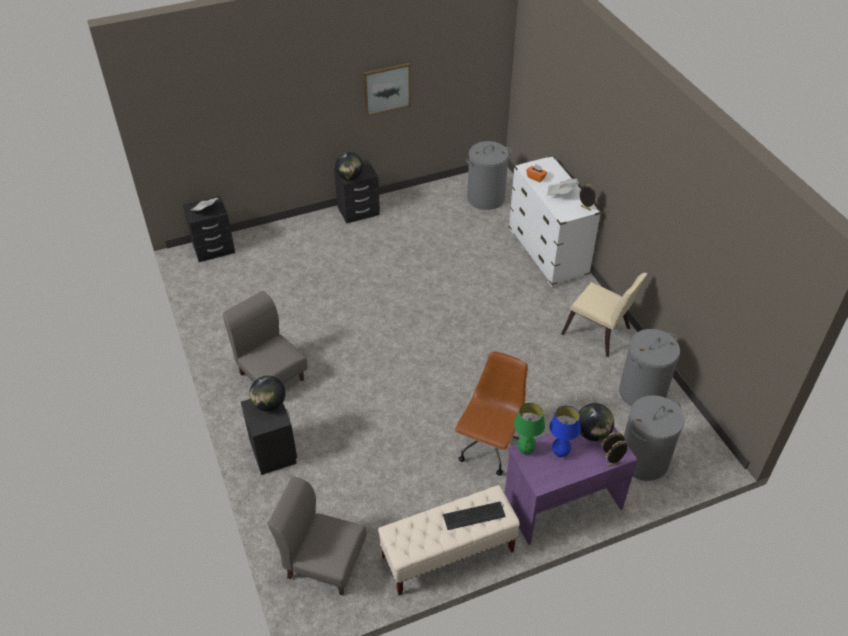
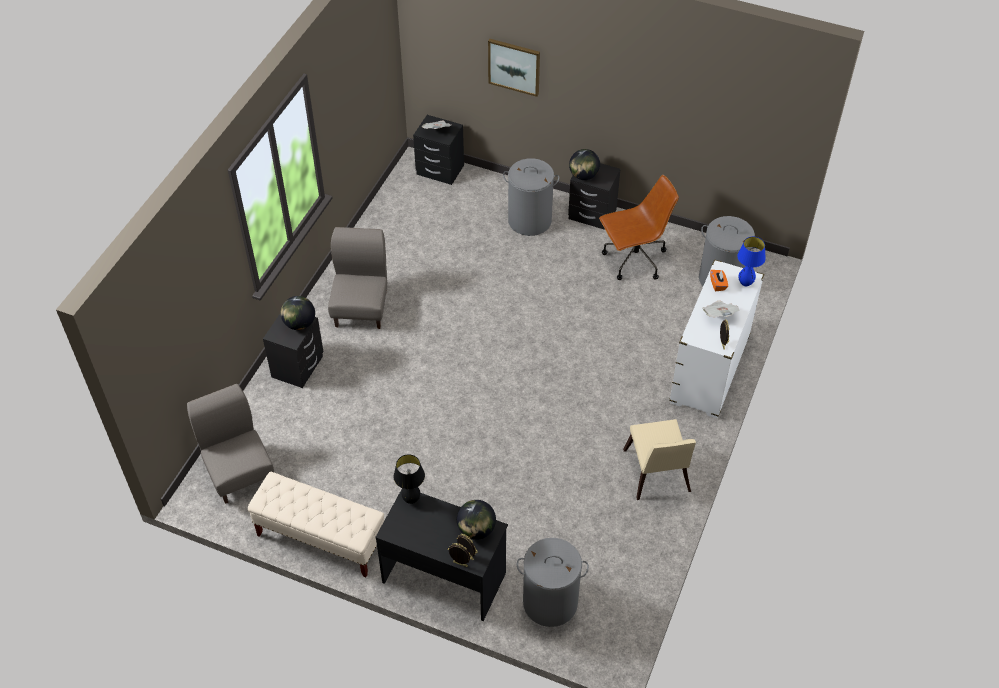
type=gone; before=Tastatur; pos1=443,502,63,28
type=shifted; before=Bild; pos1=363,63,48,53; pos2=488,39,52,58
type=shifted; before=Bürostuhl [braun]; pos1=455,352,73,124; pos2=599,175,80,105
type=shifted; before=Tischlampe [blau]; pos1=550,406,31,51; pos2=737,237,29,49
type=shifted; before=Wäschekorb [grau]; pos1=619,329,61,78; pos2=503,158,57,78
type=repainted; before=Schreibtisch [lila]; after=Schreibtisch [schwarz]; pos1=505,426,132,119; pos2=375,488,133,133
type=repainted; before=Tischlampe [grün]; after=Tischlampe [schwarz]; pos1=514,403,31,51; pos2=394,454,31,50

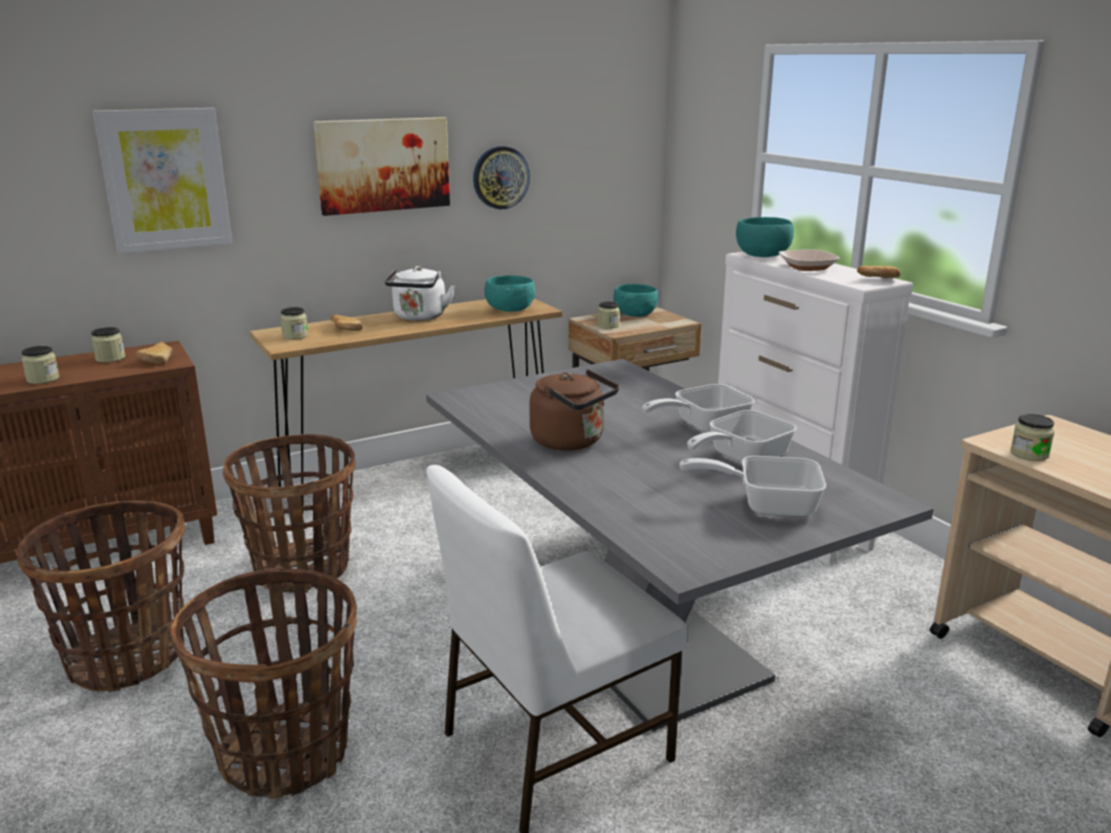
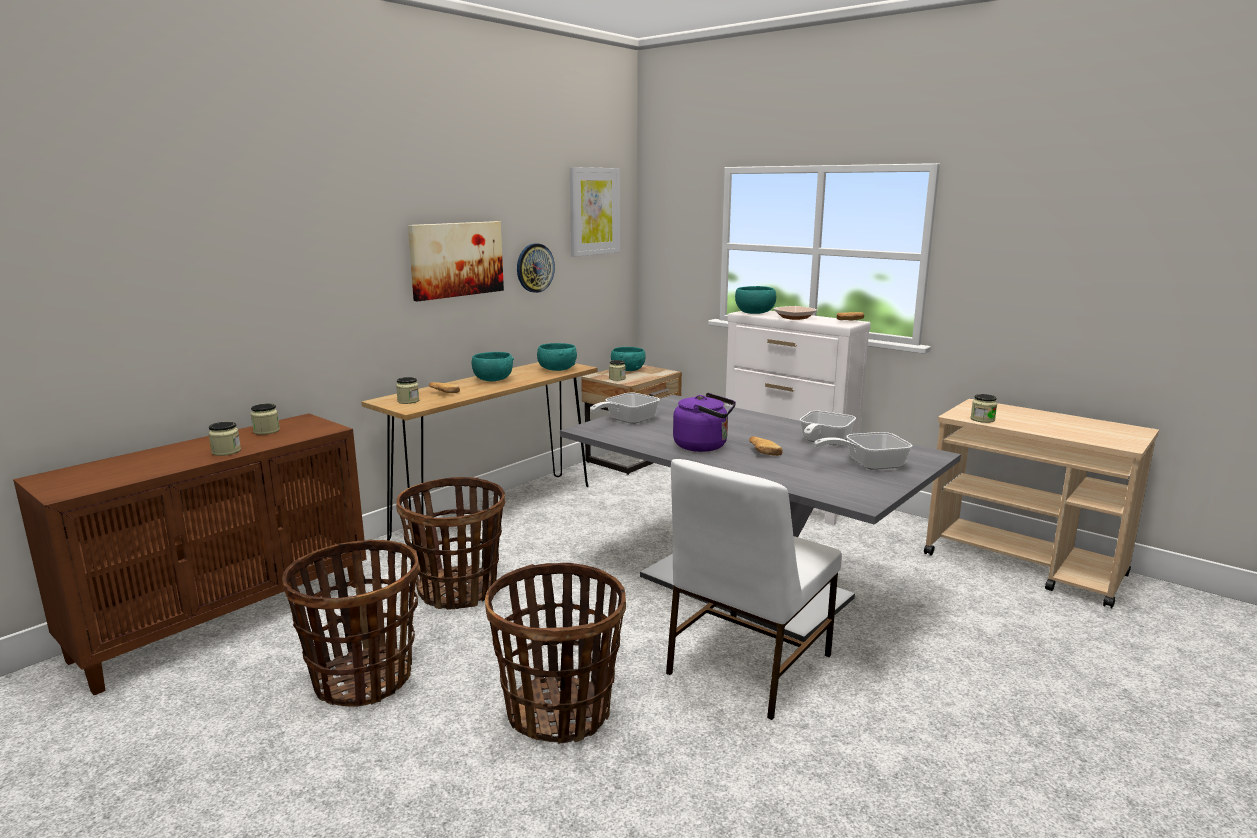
type=shifted; before=Bild; pos1=93,108,139,146; pos2=570,167,50,90
type=shifted; before=Brot; pos1=135,342,38,22; pos2=749,436,34,20
type=shifted; before=Pfanne; pos1=642,384,113,48; pos2=590,392,70,32
type=swapped; before=Wasserkessel [weiß]; after=Schüssel [türkis]; pos1=385,266,70,55; pos2=472,352,42,29
type=repainted; before=Wasserkessel [braun]; after=Wasserkessel [lila]; pos1=529,369,90,82; pos2=673,393,63,59

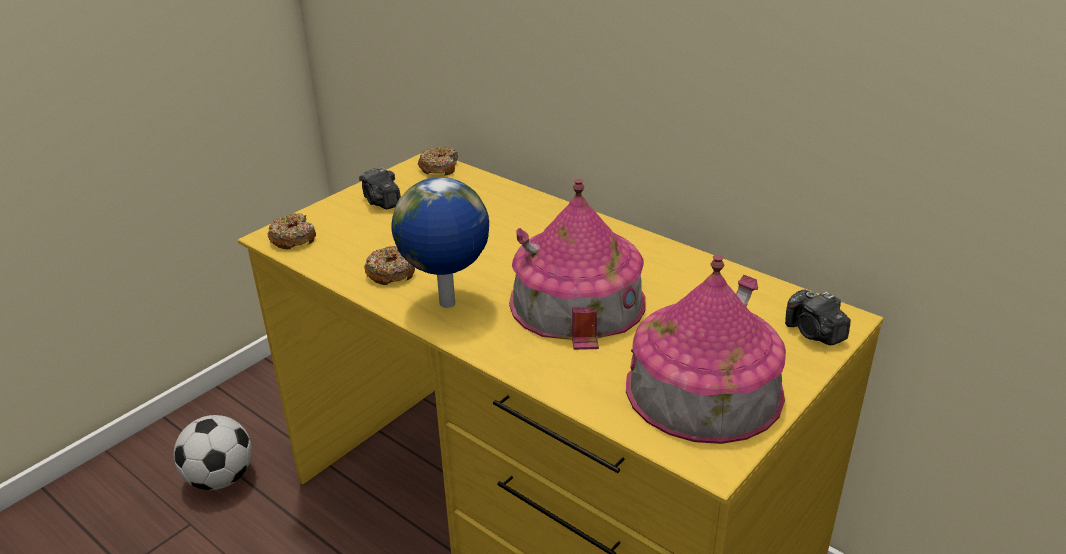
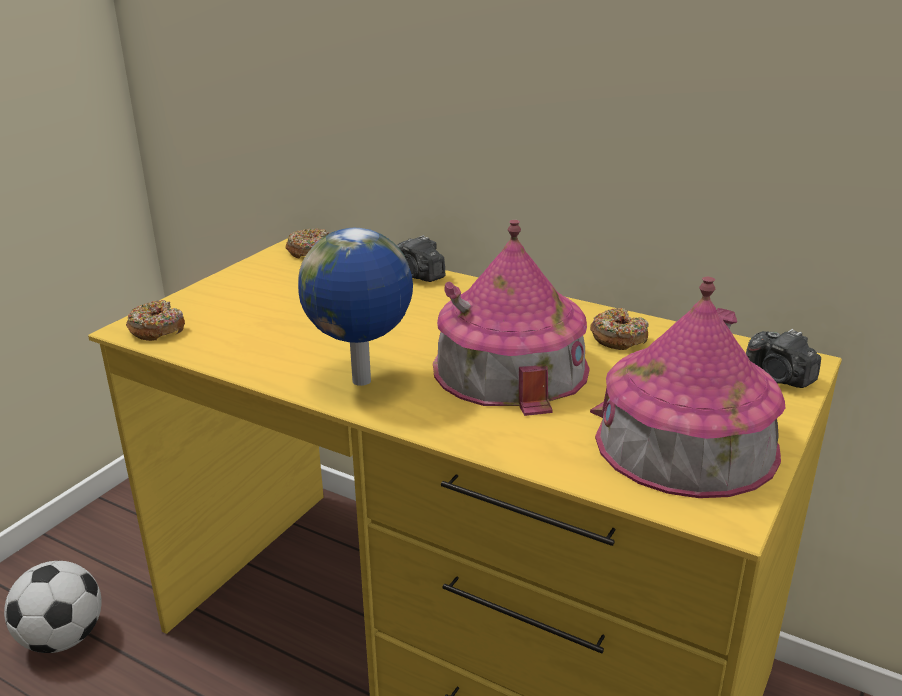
type=shifted; before=Kamera; pos1=359,167,42,42; pos2=397,235,48,47
type=shifted; before=Donut; pos1=364,246,51,39; pos2=590,308,59,42

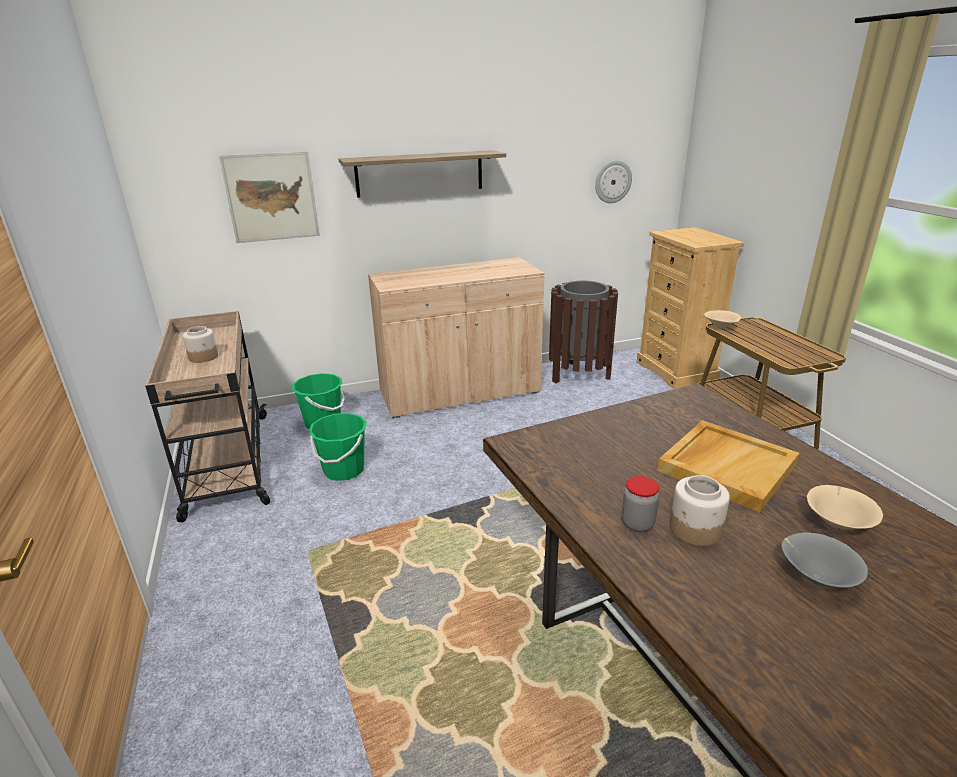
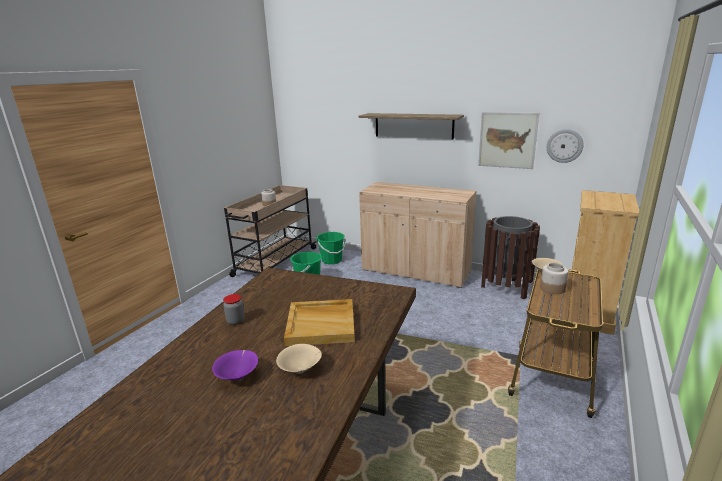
type=shifted; before=Bild; pos1=219,151,101,92; pos2=478,112,61,57
type=shifted; before=Vorratsglas; pos1=670,475,60,71; pos2=540,263,28,31
type=repainted; before=Schüssel [grau]; after=Schüssel [lila]; pos1=781,532,87,56; pos2=212,350,46,31

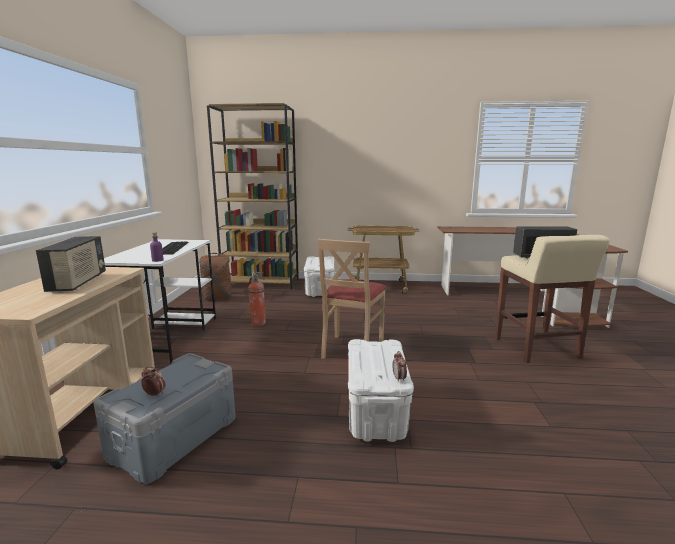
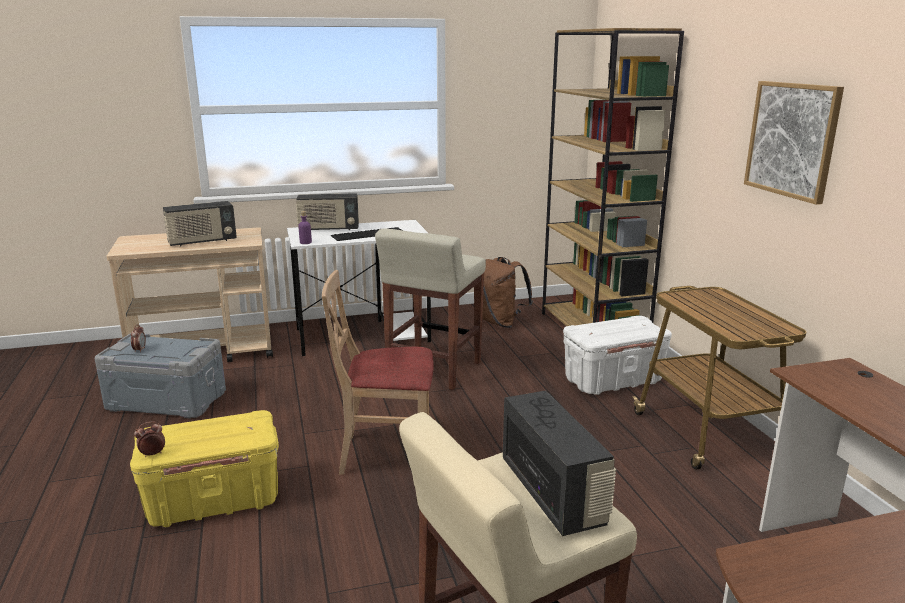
type=new; after=Radio; pos2=296,193,63,38
type=new; after=Bild; pos2=744,81,100,124
type=swapped; before=Feuerlöscher; after=Hocker [beige]; pos1=248,272,18,54; pos2=375,228,111,162
type=repainted; before=Aufbewahrungsbox [weiß]; after=Aufbewahrungsbox [gelb]; pos1=348,339,66,103; pos2=130,410,149,118

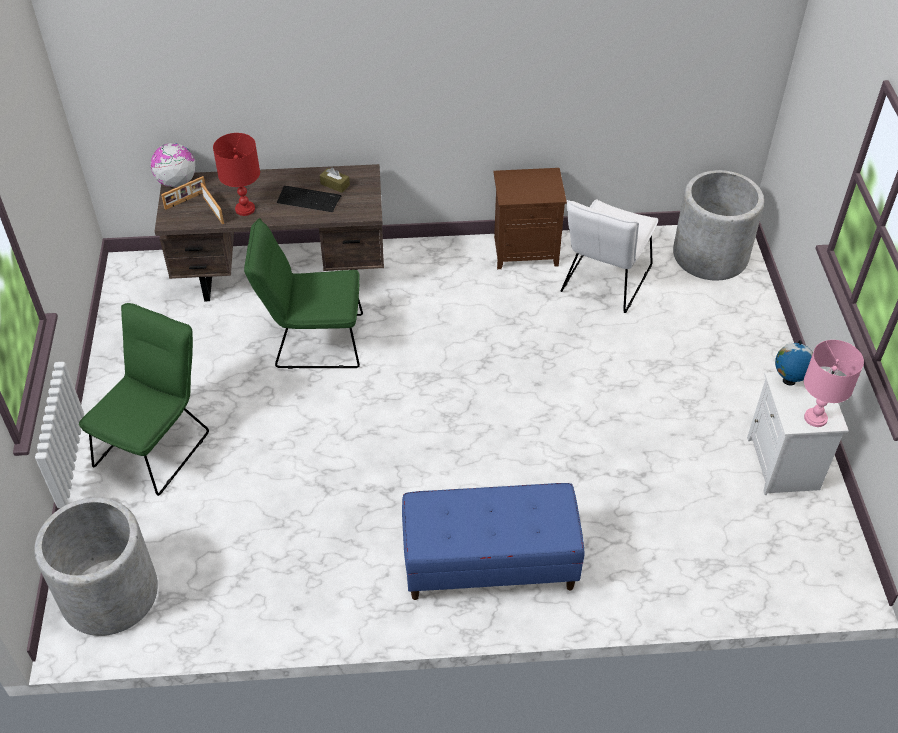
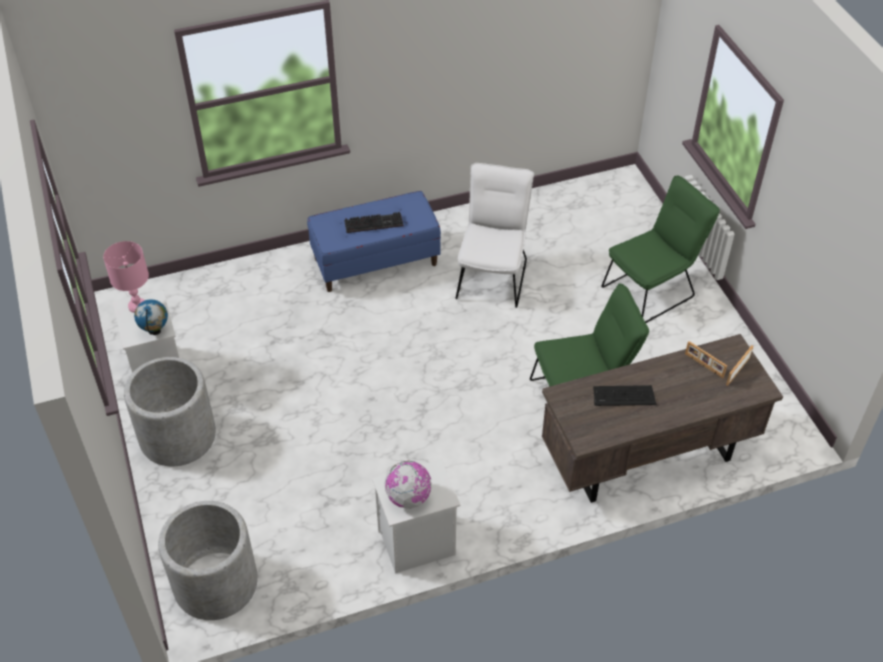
type=gone; before=Tischlampe [rot]; pos1=213,133,47,83
type=gone; before=Taschentuchbox [braun]; pos1=320,168,30,25
type=new; after=Tastatur; pos2=344,212,59,21
type=shifted; before=Pflanzkübel [grau]; pos1=34,497,124,139; pos2=124,357,92,109
type=shifted; before=Globus; pos1=151,143,44,45; pos2=385,461,47,48
type=shifted; before=Stuhl [weiß]; pos1=561,199,97,114; pos2=456,163,78,145
type=repainted; before=Nachttisch [braun]; after=Nachttisch [weiß]; pos1=494,168,73,101; pos2=372,459,88,115
type=rotated; before=Stuhl [grün]; pos1=79,303,130,193; pos2=601,175,119,148; turn=-135

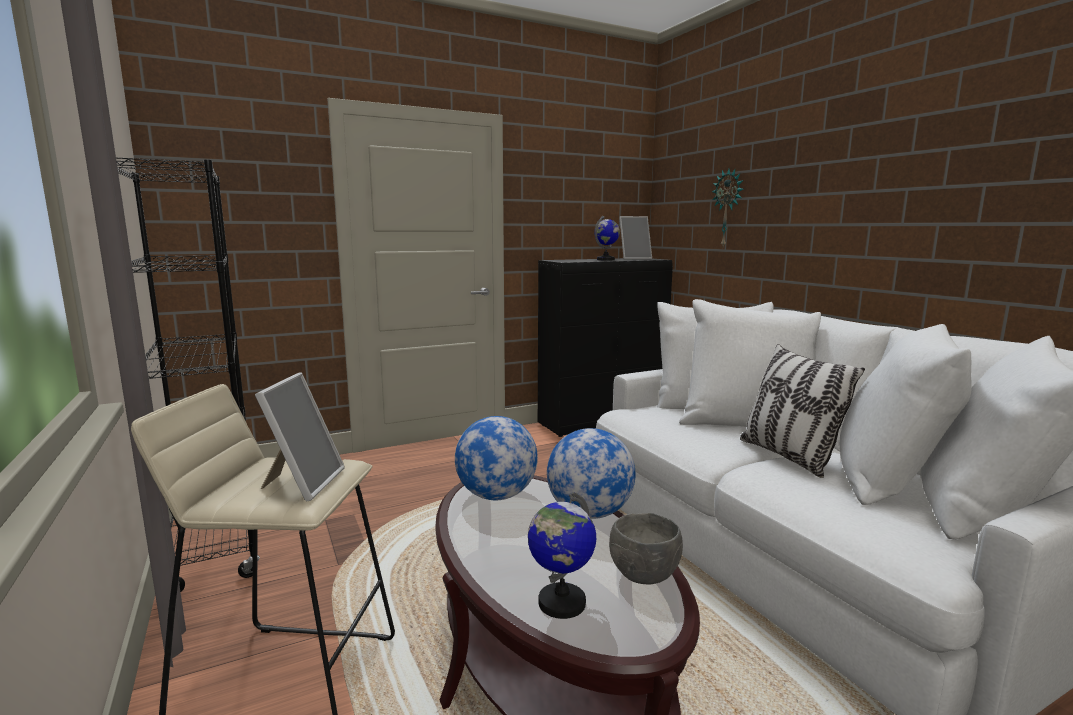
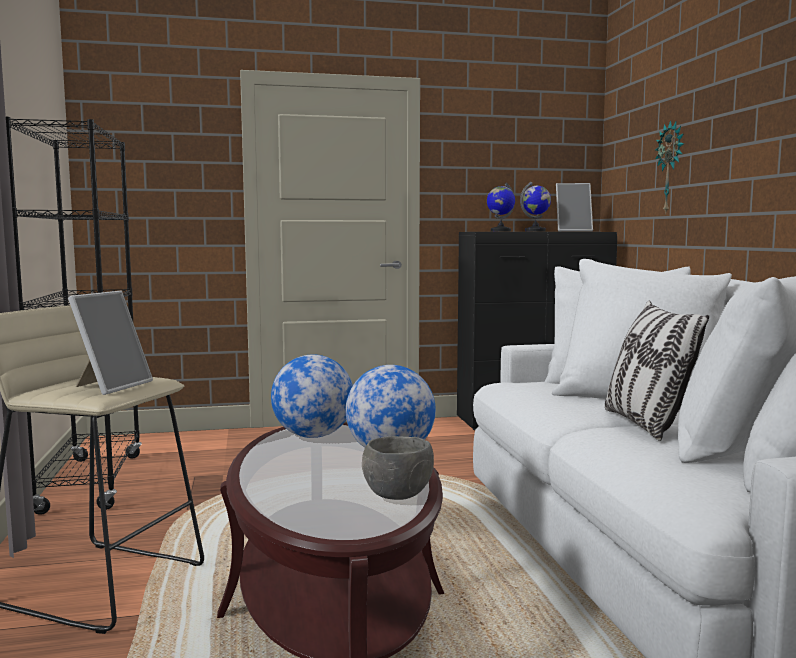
type=shifted; before=Globus; pos1=528,492,68,127; pos2=487,183,28,49

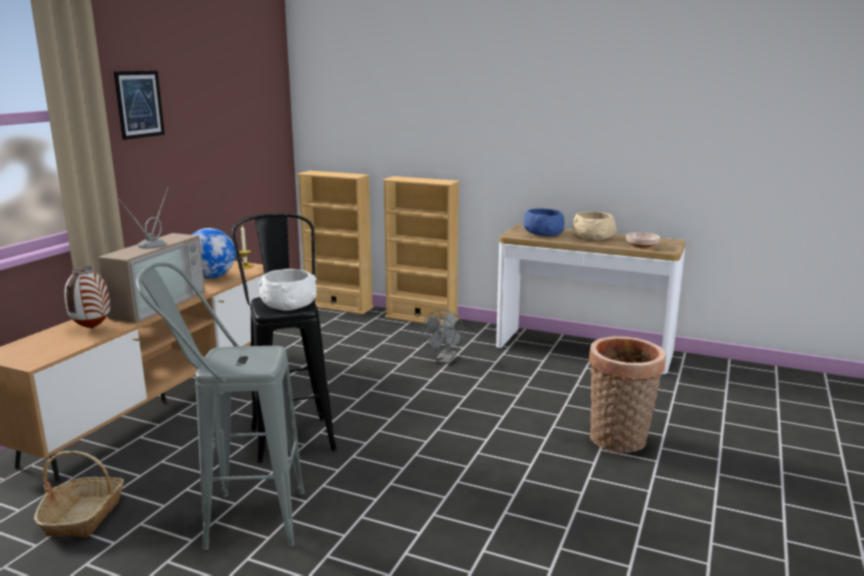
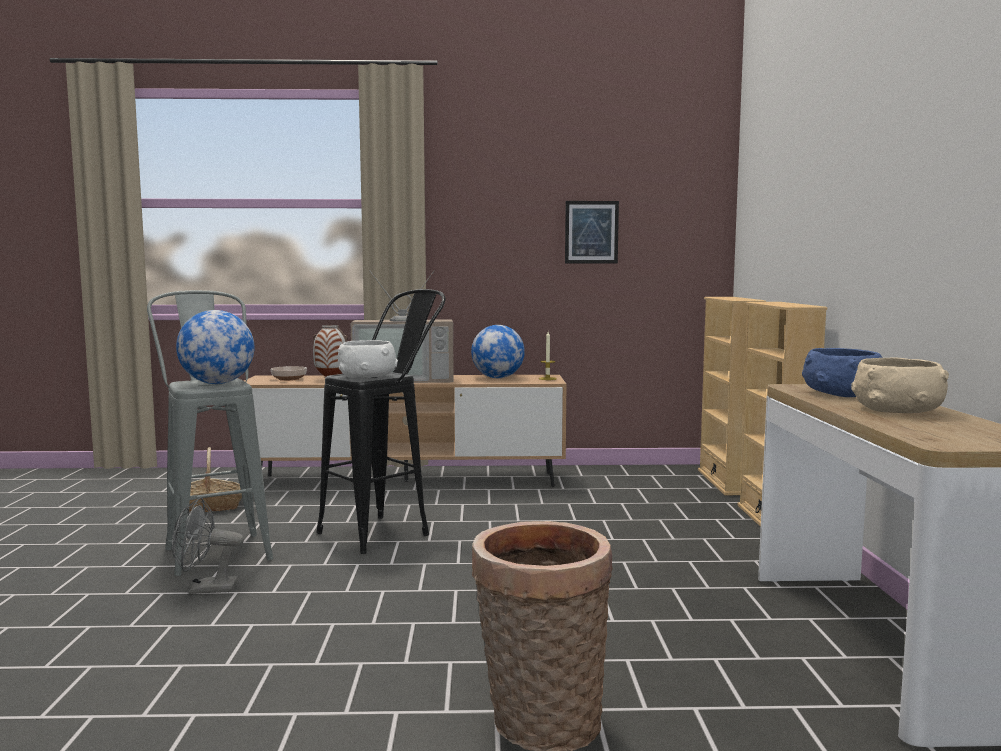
type=new; after=Globus; pos2=176,310,78,74
type=shifted; before=Bild; pos1=114,71,51,69; pos2=565,201,54,62
type=shifted; before=Ventilator [grau]; pos1=422,309,42,55; pos2=172,497,72,97
type=shifted; before=Schüssel; pos1=626,232,34,16; pos2=271,366,36,15

